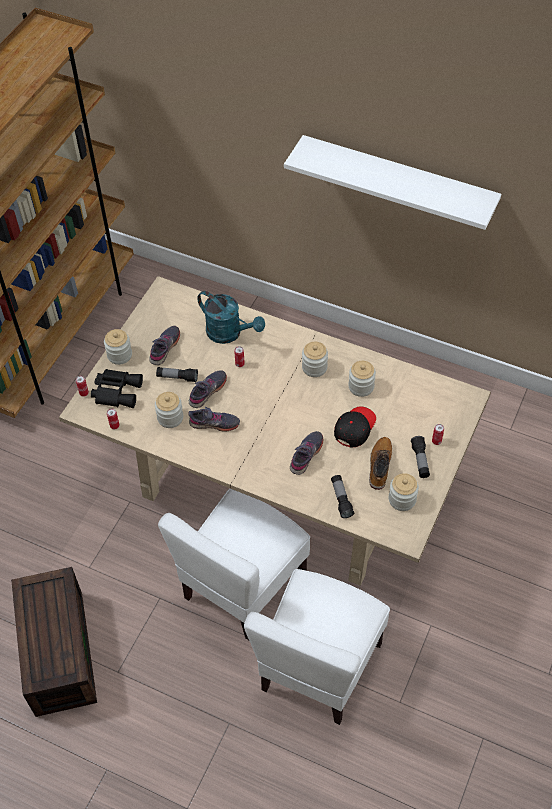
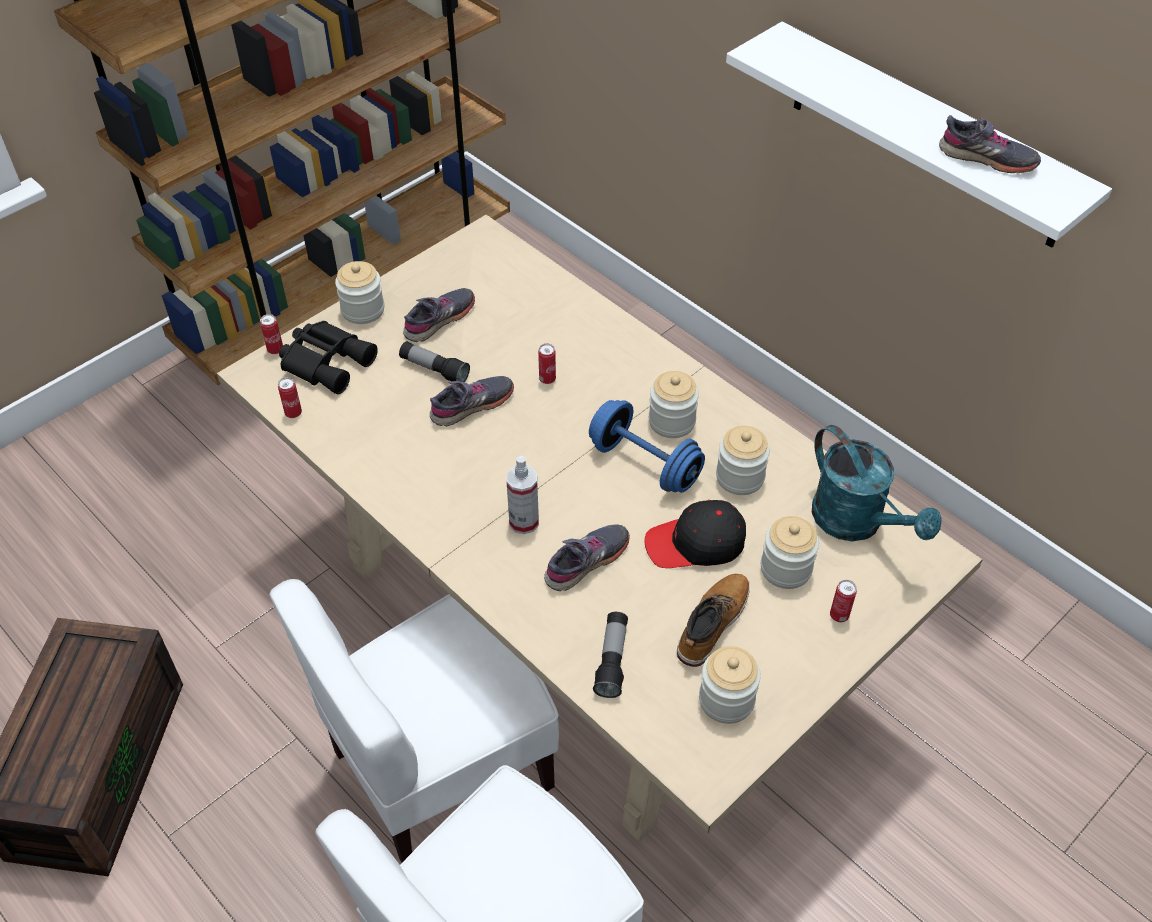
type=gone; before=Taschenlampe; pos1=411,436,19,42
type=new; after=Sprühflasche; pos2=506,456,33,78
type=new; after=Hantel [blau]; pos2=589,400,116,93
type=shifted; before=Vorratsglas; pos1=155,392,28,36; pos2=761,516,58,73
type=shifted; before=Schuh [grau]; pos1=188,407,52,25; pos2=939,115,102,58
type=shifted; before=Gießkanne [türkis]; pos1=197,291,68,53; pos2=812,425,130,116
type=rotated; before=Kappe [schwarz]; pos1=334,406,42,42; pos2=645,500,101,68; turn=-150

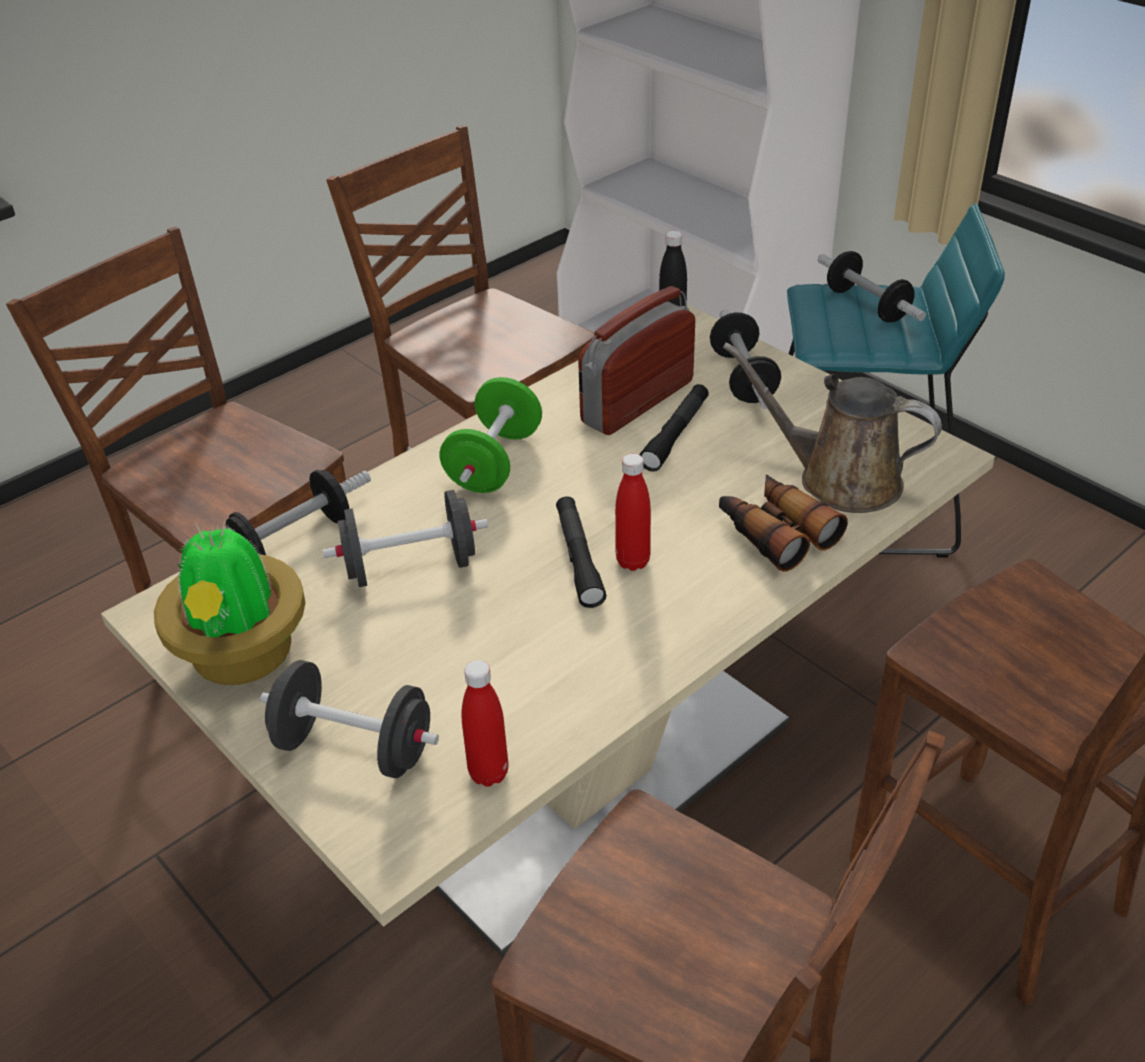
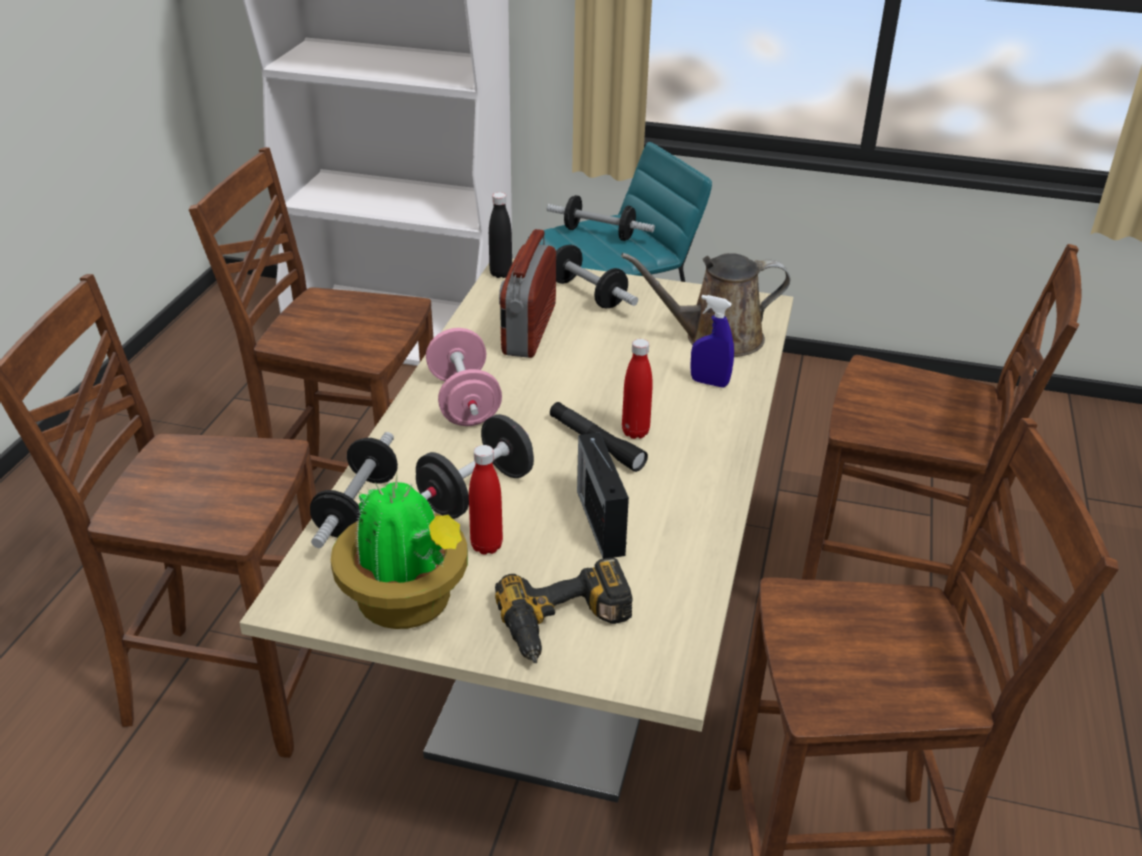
type=gone; before=Taschenlampe [schwarz]; pos1=639,384,70,88
type=new; after=Radio; pos2=577,432,52,127
type=shifted; before=Flasche [rot]; pos1=462,660,46,127; pos2=469,445,34,110
type=swapped; before=Hantel [schwarz]; after=Bohrmaschine; pos1=260,660,179,118; pos2=495,558,138,106
type=swapped; before=Fernglas; after=Sprühflasche [blau]; pos1=719,475,129,97; pos2=690,295,44,92
type=repainted; before=Hantel [grün]; after=Hantel [rosa]; pos1=440,377,102,116; pos2=426,328,76,98

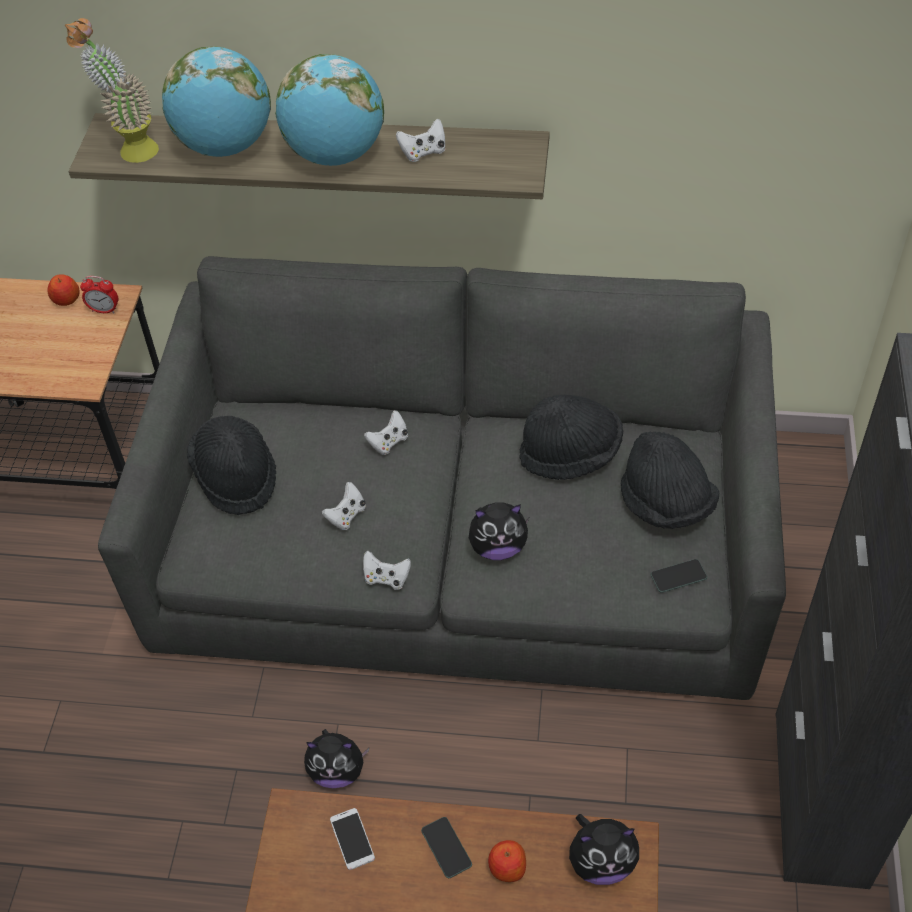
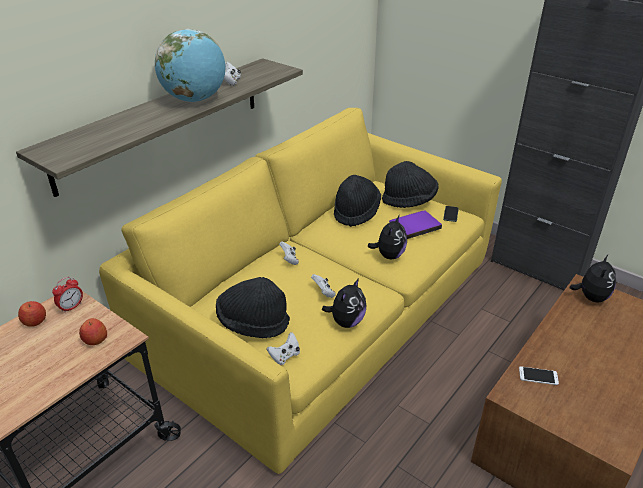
type=gone; before=Topfpflanze; pos1=65,18,94,145
type=gone; before=Globus; pos1=162,47,109,110
type=gone; before=Handy; pos1=421,817,51,61
type=new; after=Buch [lila]; pos2=389,210,53,29
type=shifted; before=Plüschtier; pos1=304,729,65,59; pos2=322,278,44,50
type=shifted; before=Gamepad [weiß]; pos1=363,551,48,39; pos2=267,332,33,33
type=shifted; before=Apfel; pos1=488,840,38,42; pos2=79,318,28,27
type=repainted; before=Sofa [grau]; after=Sofa [gelb]; pos1=98,256,688,444; pos2=99,108,403,366

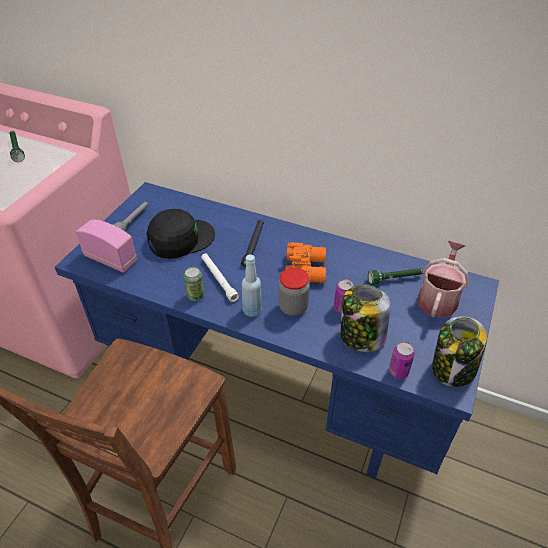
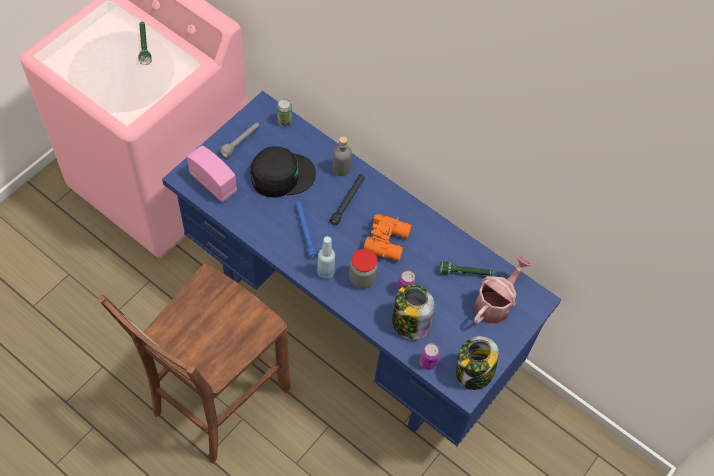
type=new; after=Flasche [grau]; pos2=333,136,19,40
type=shifted; before=Dose; pos1=184,267,21,34; pos2=277,99,15,27
type=repainted; before=Taschenlampe [weiß]; after=Taschenlampe [blau]; pos1=201,253,38,49; pos2=295,201,23,58

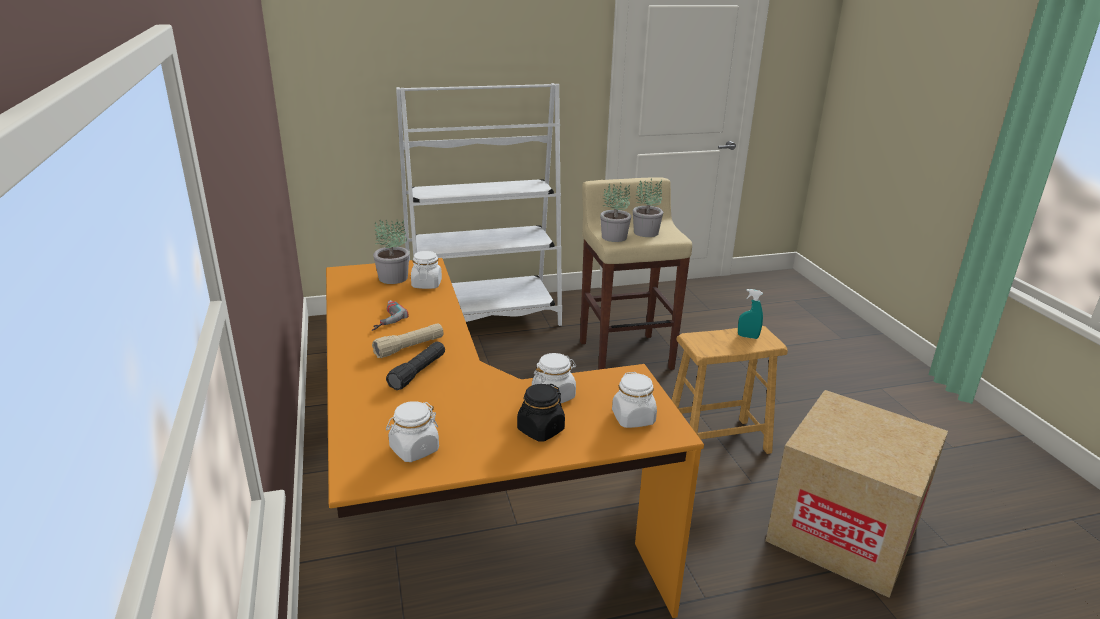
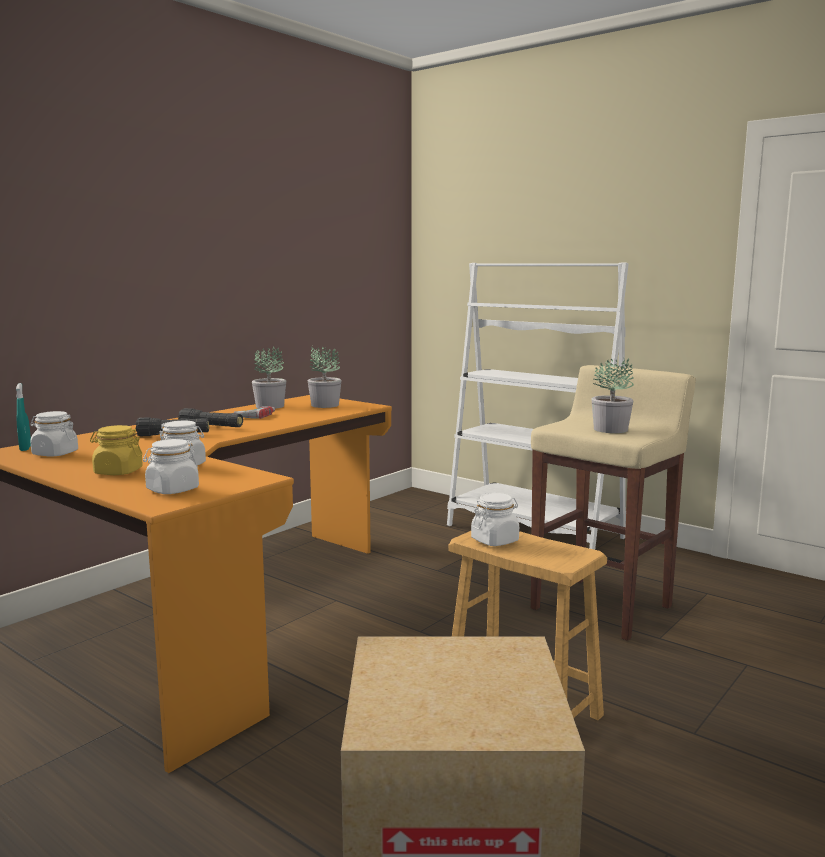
type=shifted; before=Vorratsglas [weiß]; pos1=411,251,31,38; pos2=471,493,48,53
type=shifted; before=Topfpflanze; pos1=600,182,31,60; pos2=252,346,34,63
type=shifted; before=Sprühflasche [türkis]; pos1=738,289,25,50; pos2=16,383,15,68
type=repainted; before=Taschenlampe [beige]; after=Taschenlampe [schwarz]; pos1=372,323,71,35; pos2=178,408,65,19
type=repainted; before=Vorratsglas [schwarz]; after=Vorratsglas [gelb]; pos1=517,384,48,58; pos2=90,425,53,50

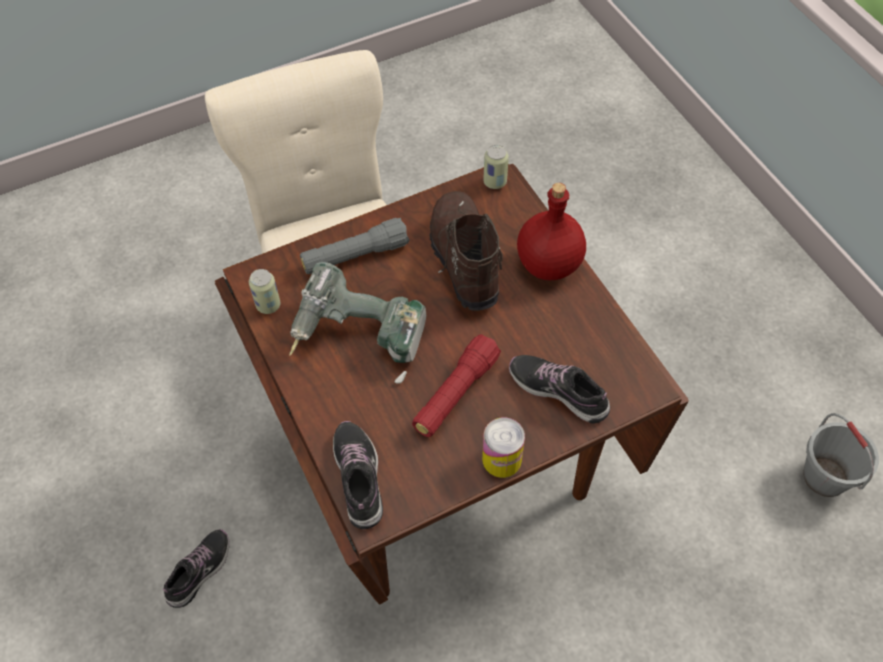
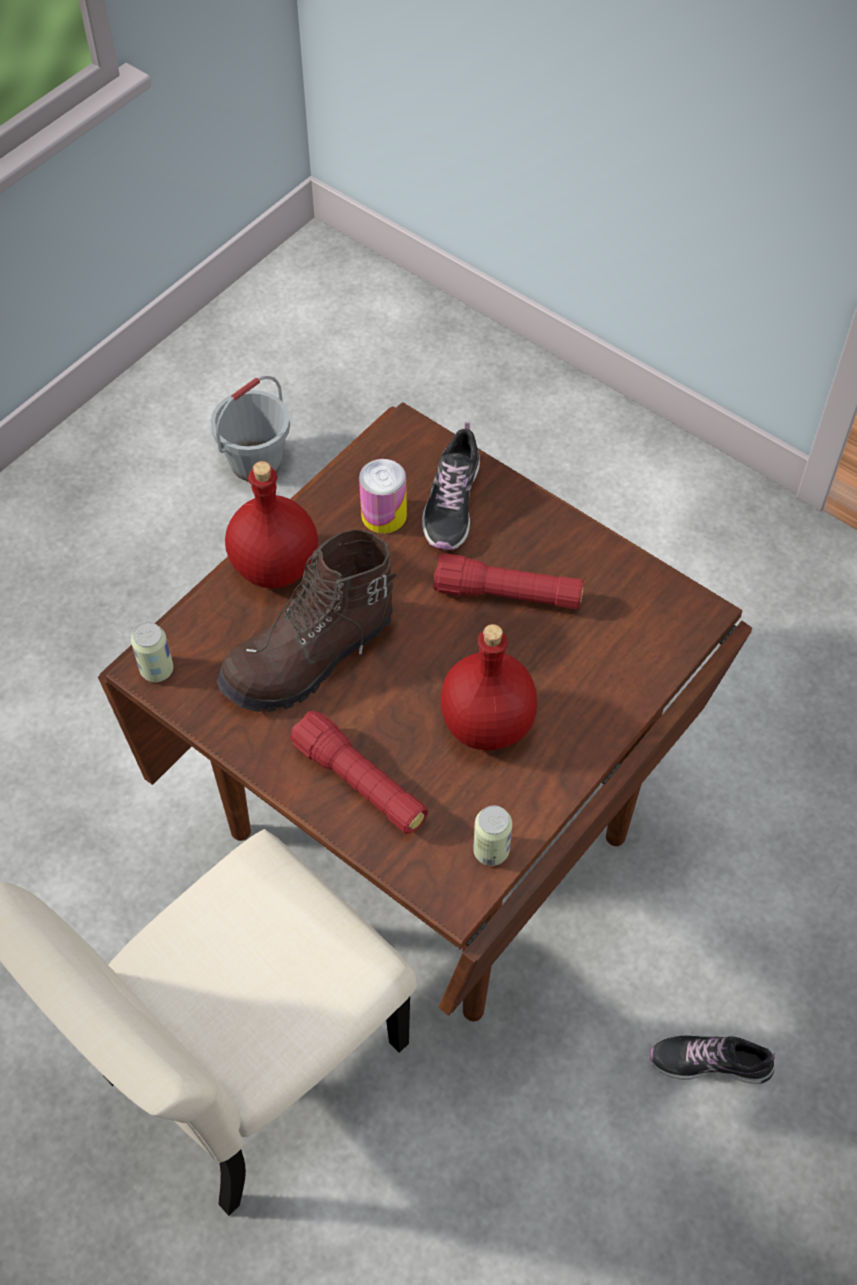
type=gone; before=Schuh; pos1=333,421,50,108
type=shifted; before=Dose; pos1=482,418,43,60; pos2=359,459,48,75
type=swapped; before=Bohrmaschine; after=Flasche [rot]; pos1=289,262,137,122; pos2=440,624,97,126
type=repainted; before=Taschenlampe [grau]; after=Taschenlampe [rot]; pos1=300,218,110,56; pos2=290,711,138,123

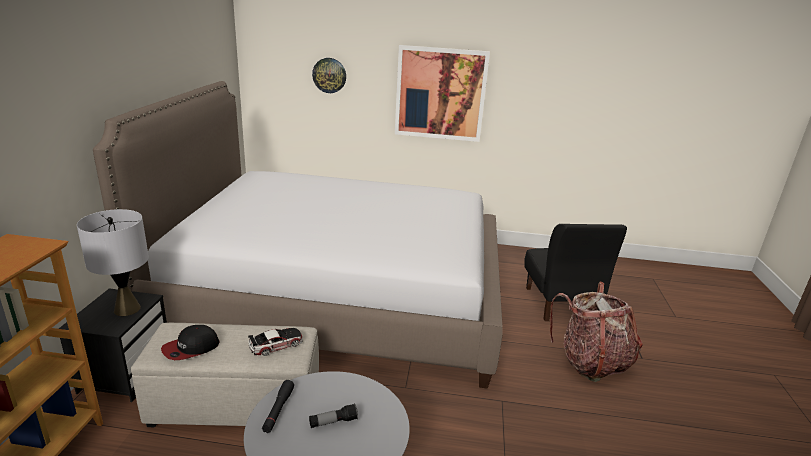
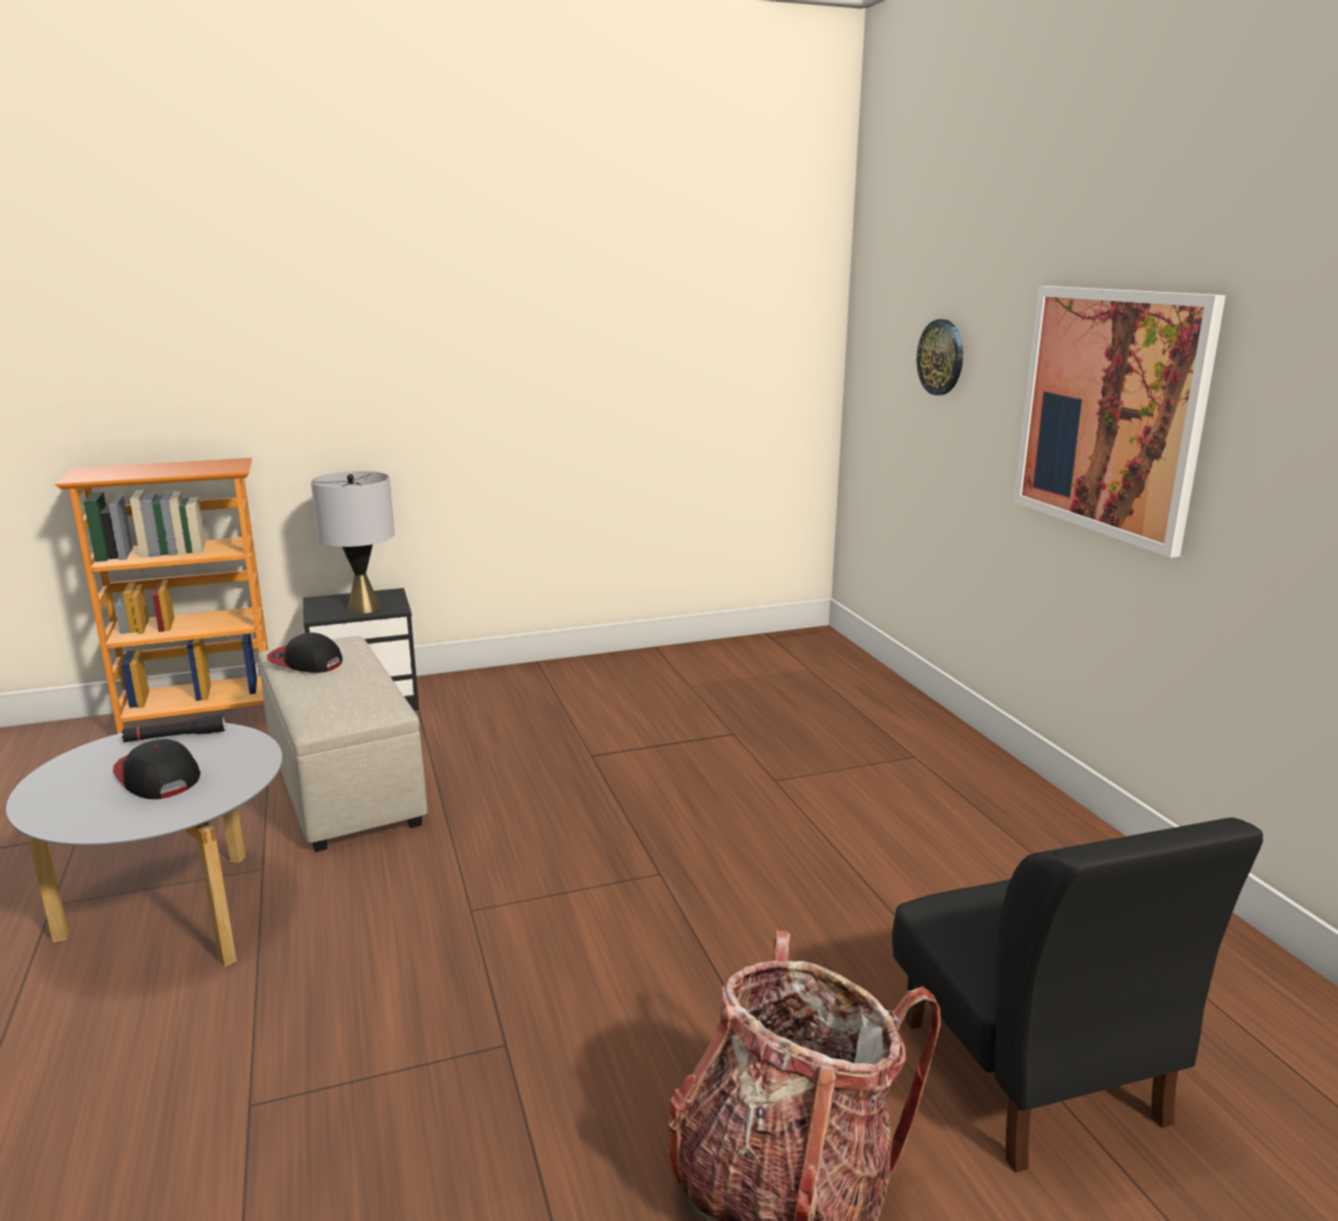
type=gone; before=Bett; pos1=93,81,410,308
type=gone; before=Spielzeugauto; pos1=248,328,54,28
type=swapped; before=Taschenlampe; after=Kappe; pos1=309,404,49,24; pos2=113,739,87,60
type=rotated; before=Stuhl [schwarz]; pos1=524,224,103,97; pos2=892,817,371,356; turn=-75

